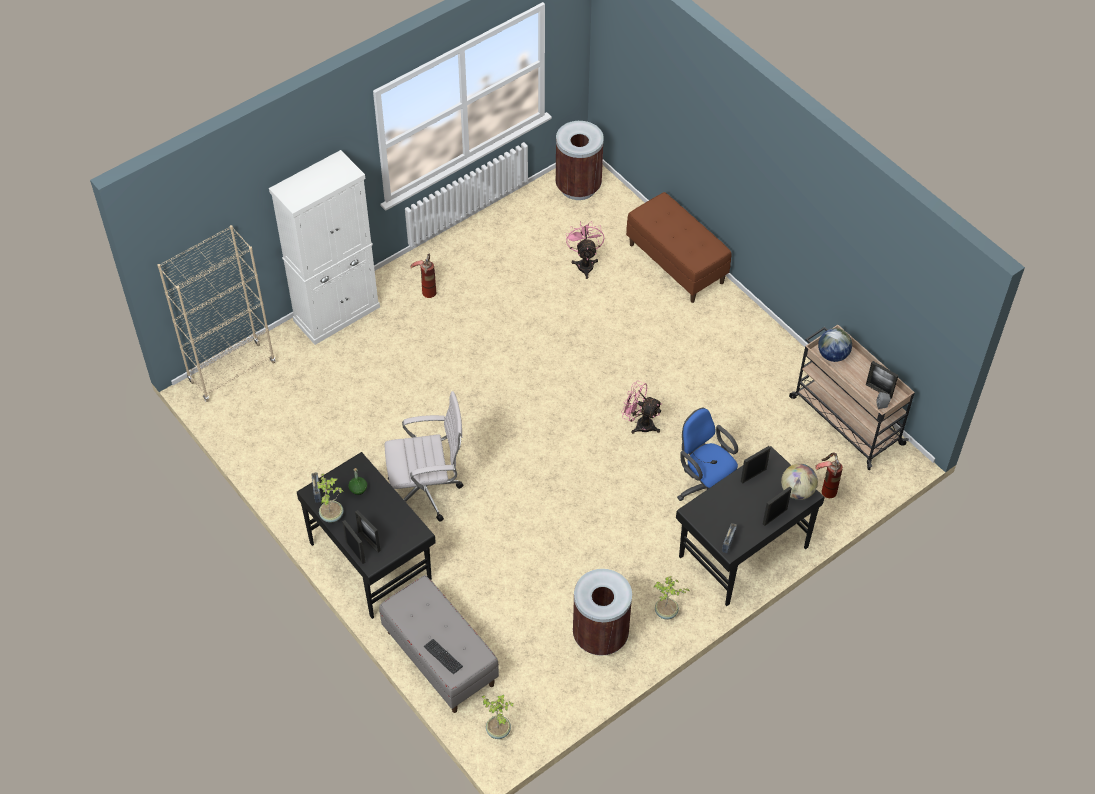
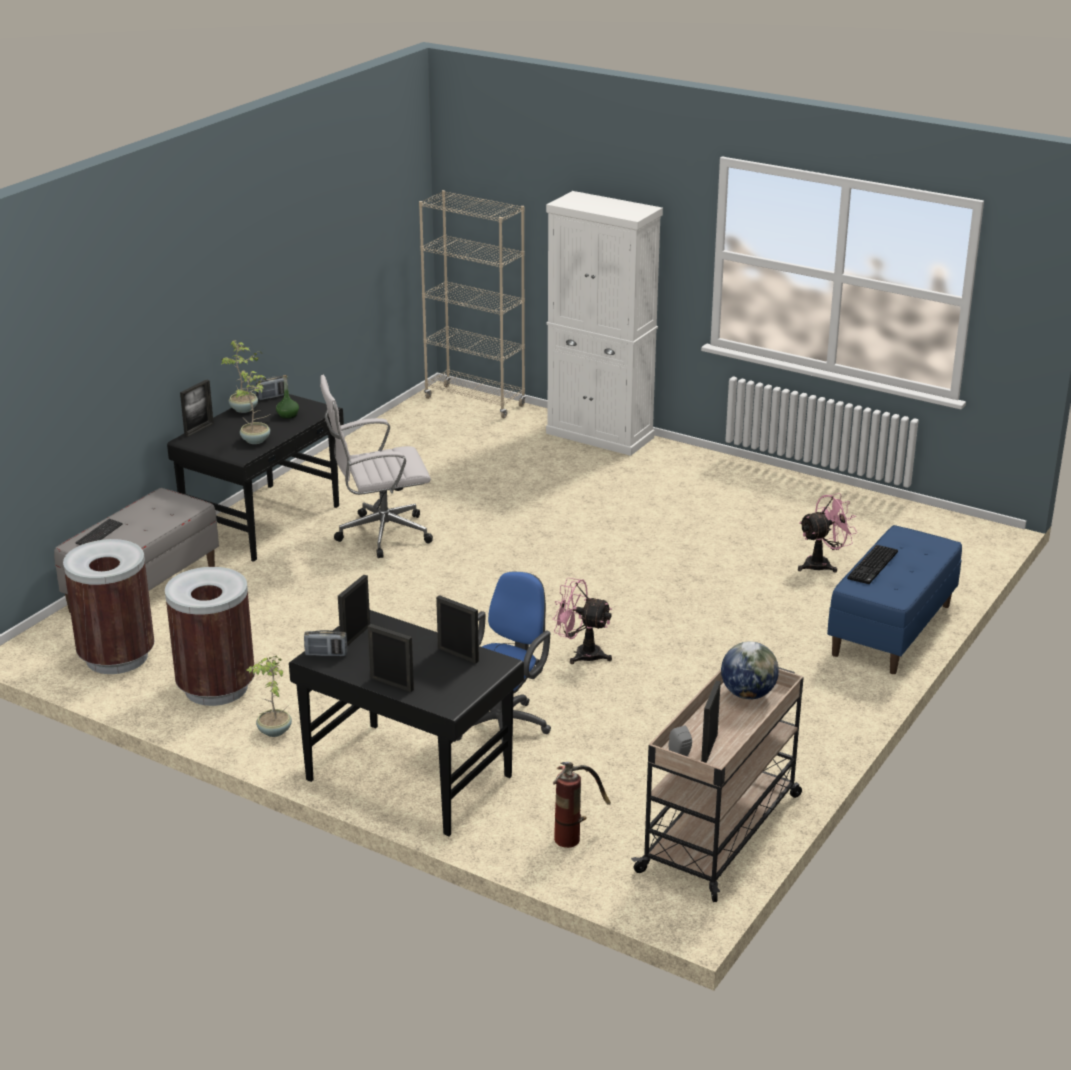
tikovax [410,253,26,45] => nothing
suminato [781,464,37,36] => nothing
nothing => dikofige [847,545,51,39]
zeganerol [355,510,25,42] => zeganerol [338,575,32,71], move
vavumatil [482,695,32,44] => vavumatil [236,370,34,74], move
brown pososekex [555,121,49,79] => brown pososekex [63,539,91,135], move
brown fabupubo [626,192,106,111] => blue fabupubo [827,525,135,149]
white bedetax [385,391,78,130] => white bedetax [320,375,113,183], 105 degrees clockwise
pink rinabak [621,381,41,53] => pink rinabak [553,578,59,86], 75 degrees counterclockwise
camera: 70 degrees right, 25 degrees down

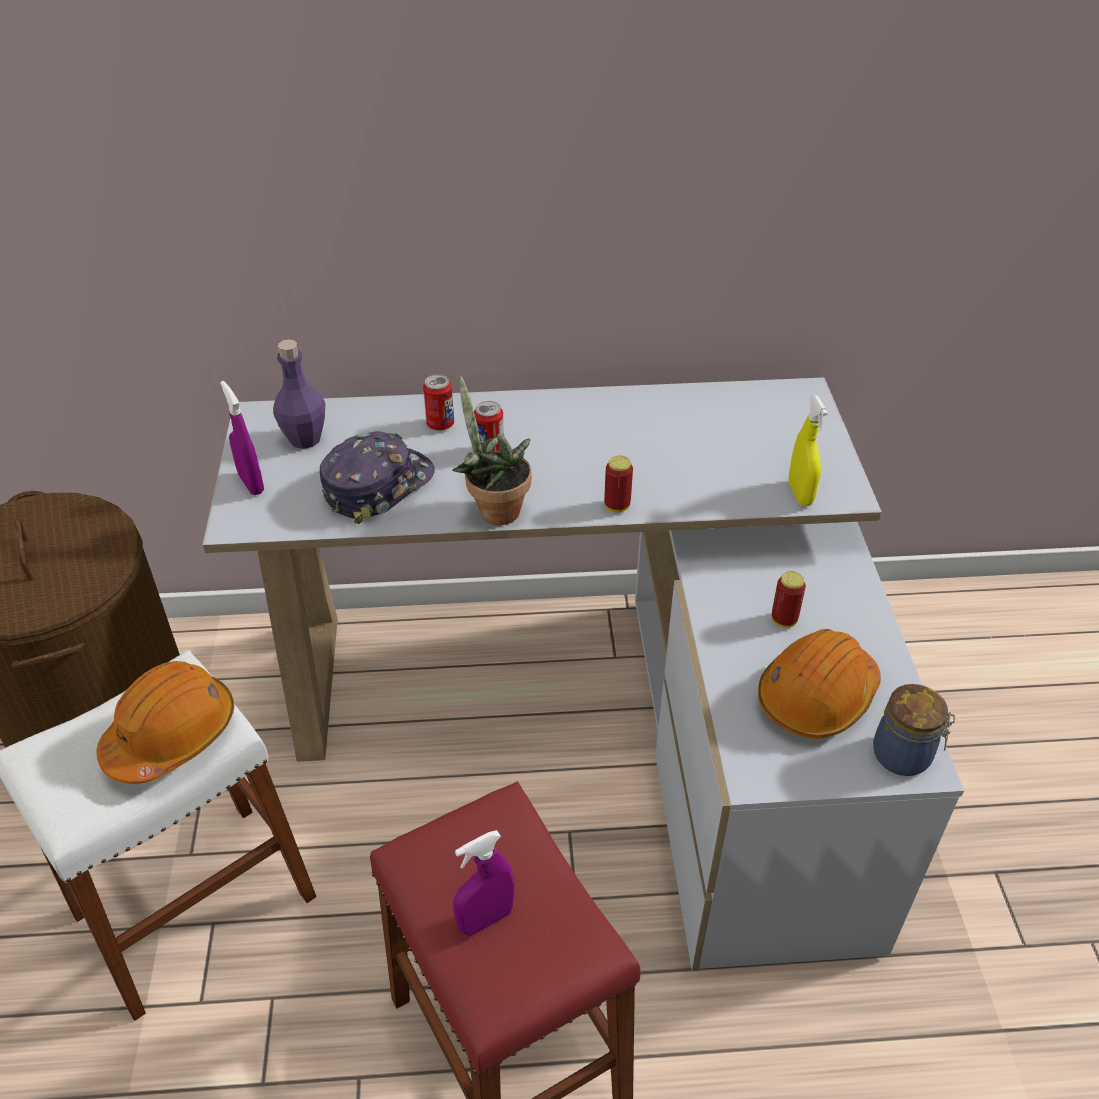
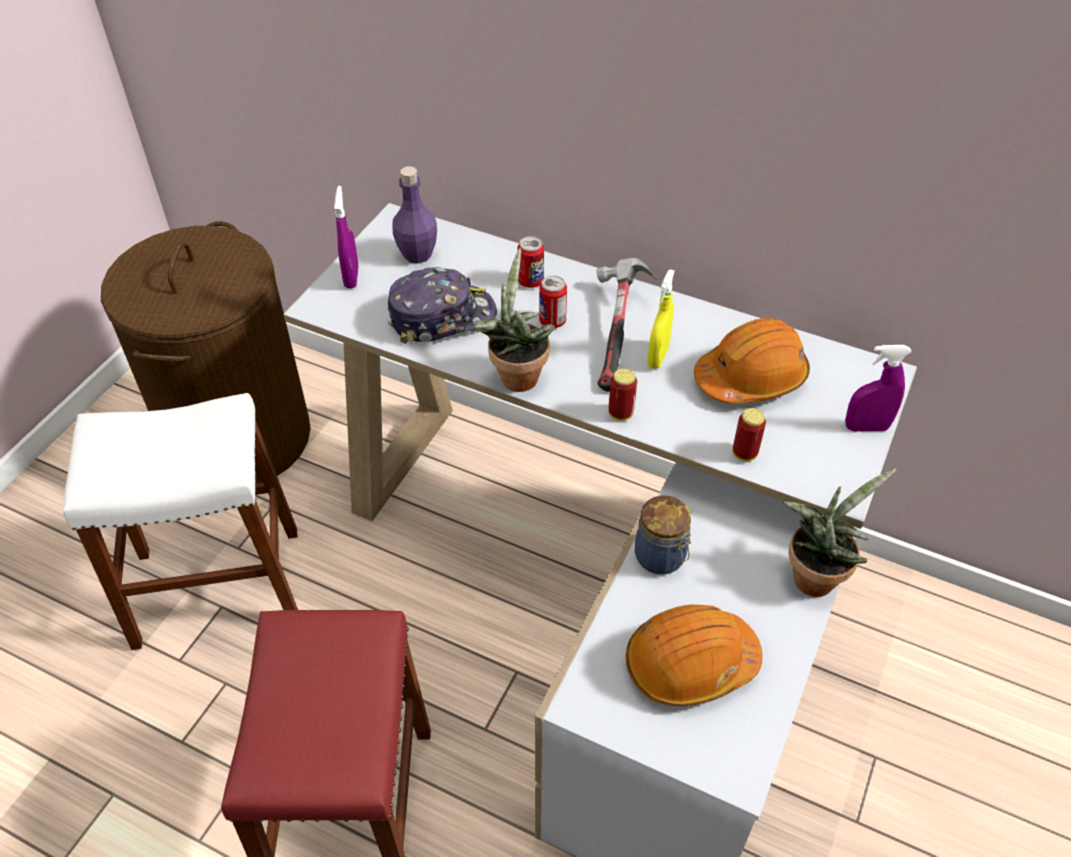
nothing => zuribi [597,258,60,134]
nothing => vavumatil [783,468,113,129]
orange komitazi [96,661,139,123] => orange komitazi [694,318,116,86], move
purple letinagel [453,830,62,106] => purple letinagel [845,345,67,87], move
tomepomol [772,571,34,57] => tomepomol [733,408,33,53], move
yellow letinagel [788,395,40,111] => yellow letinagel [647,269,28,100], move
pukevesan [873,684,82,92] => pukevesan [635,495,56,80], move
camera: 30 degrees right, 5 degrees up

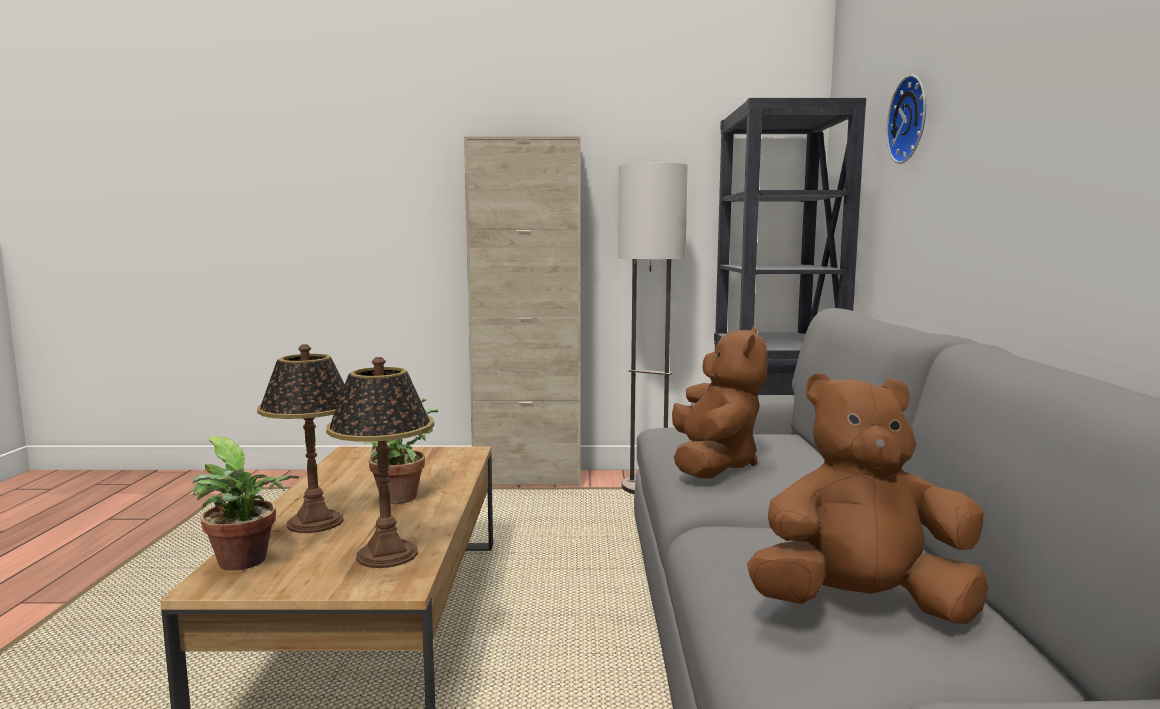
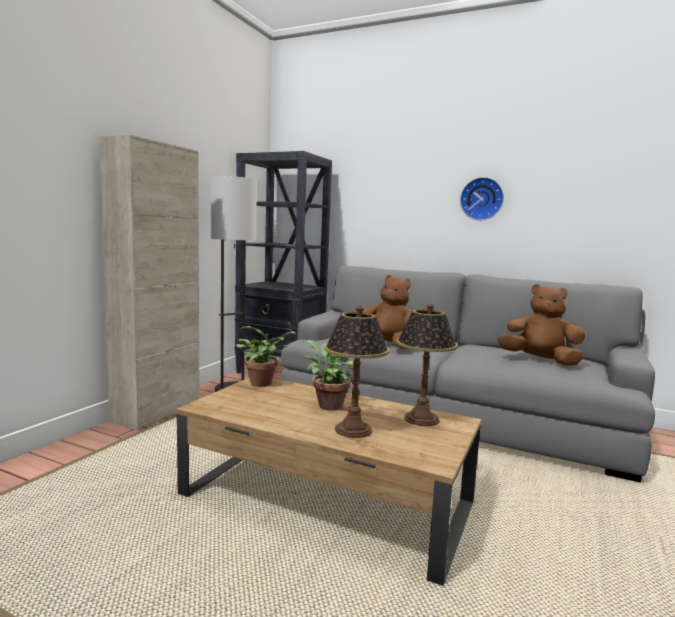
vavumatil [193,436,106,135] => vavumatil [236,326,60,61], move
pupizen [886,75,40,89] => pupizen [460,177,44,44], move
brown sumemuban [747,373,241,251] => brown sumemuban [498,284,87,82], 90 degrees clockwise
camera: 65 degrees left, 0 degrees up

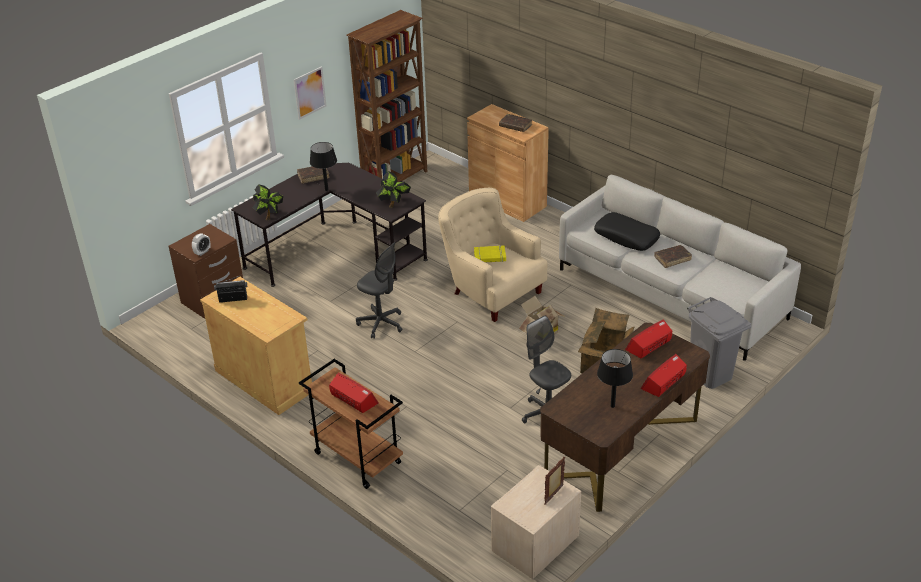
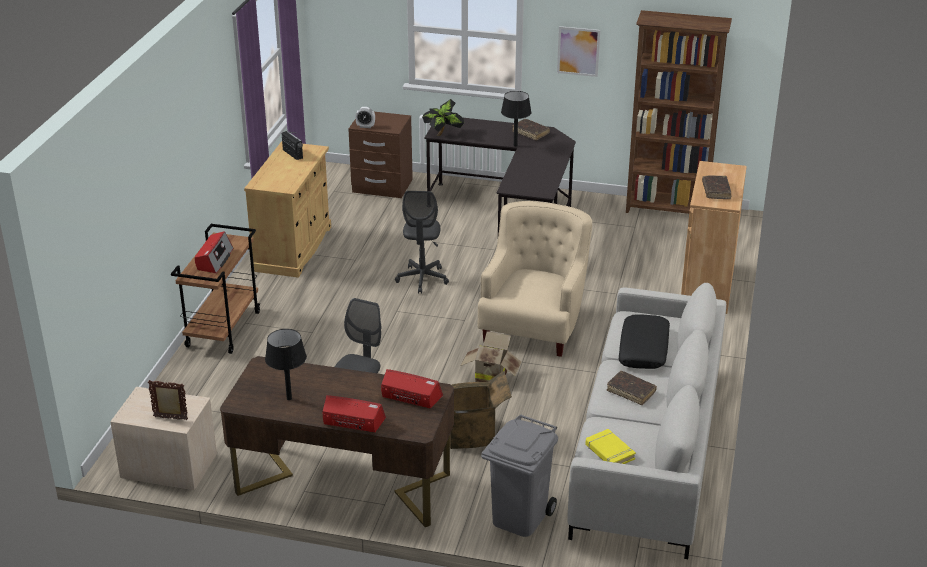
vavumatil [376,171,35,37] => nothing
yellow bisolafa [474,246,32,16] => yellow bisolafa [585,429,51,35], move
camera: 60 degrees right, 5 degrees down

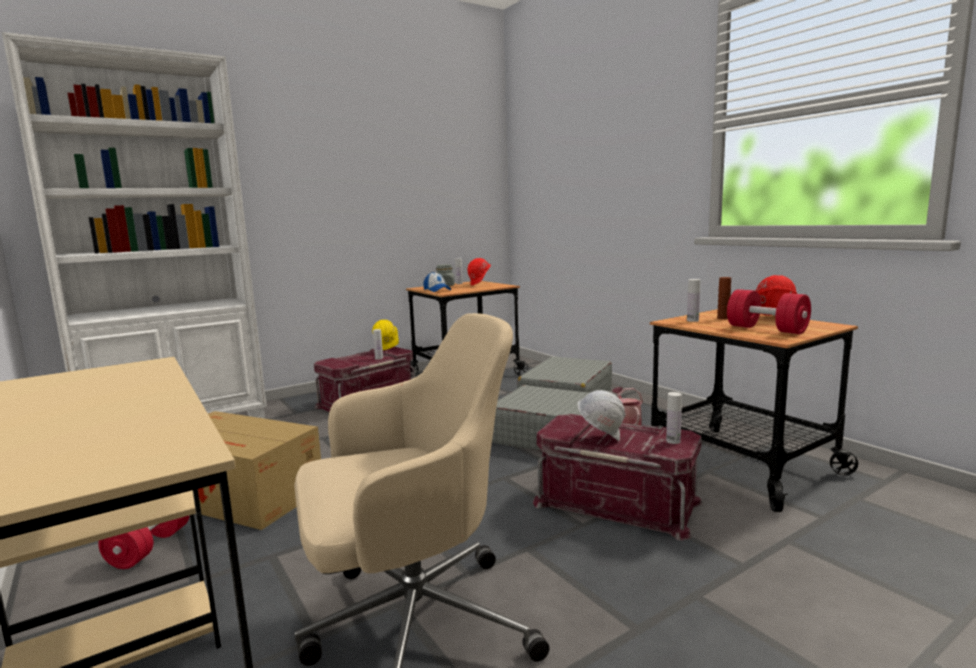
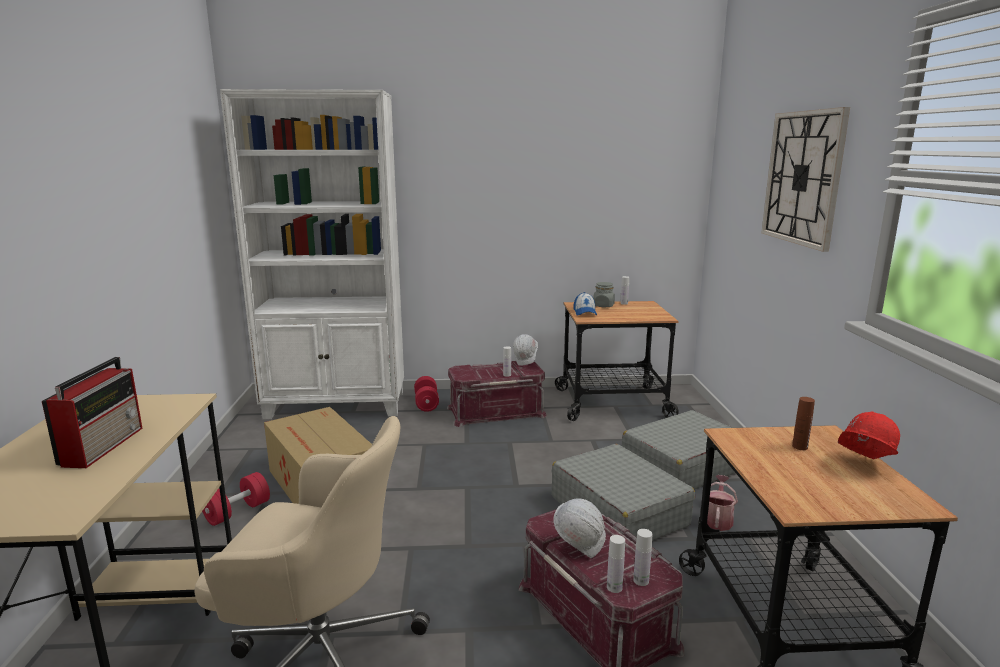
red komitazi [468,258,23,28] => nothing
nothing => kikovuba [42,357,101,111]
nothing => pupizen [761,107,89,145]
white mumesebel [687,279,13,43] => white mumesebel [607,535,18,58], move
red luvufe [727,289,84,45] => red luvufe [414,376,25,36], move
yellow komitazi [372,320,27,30] => white komitazi [513,334,25,32]
camera: 30 degrees right, 5 degrees up

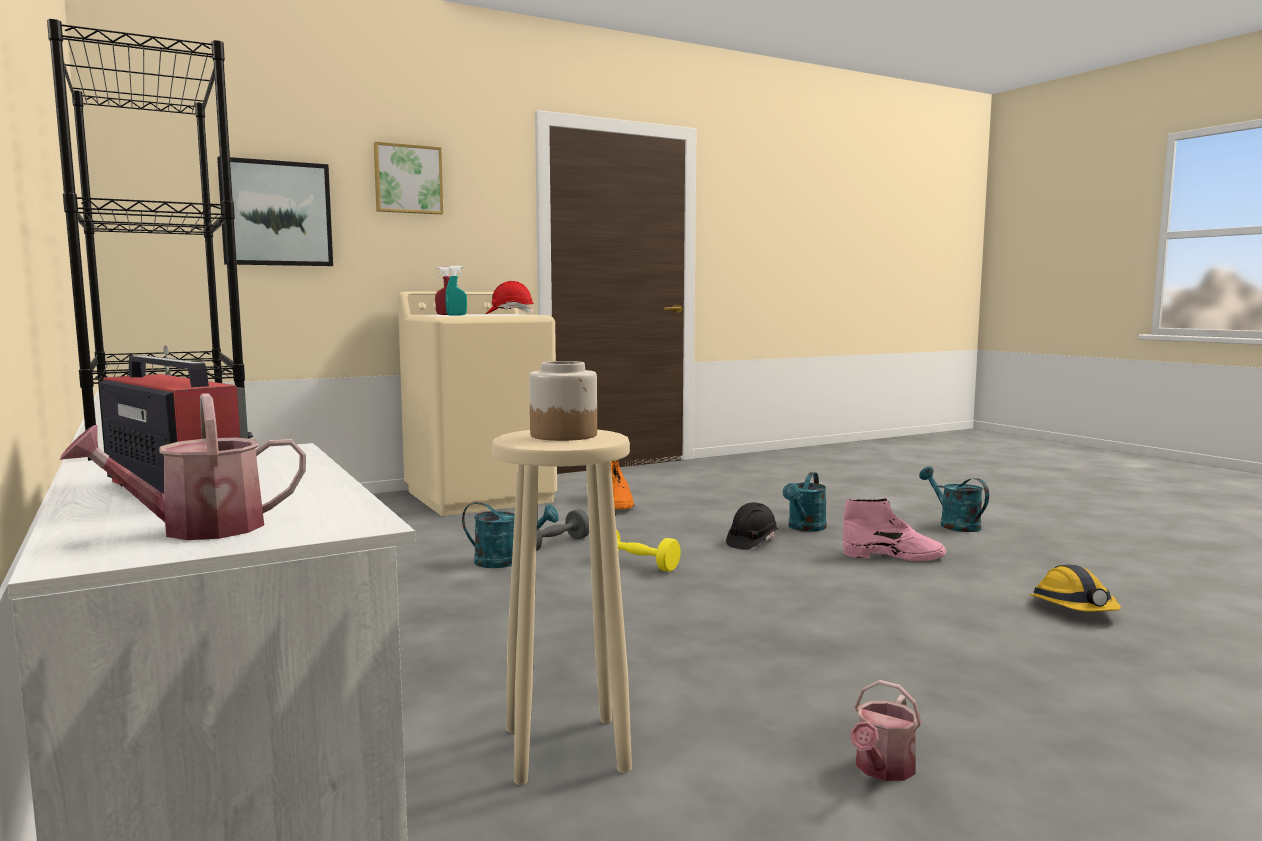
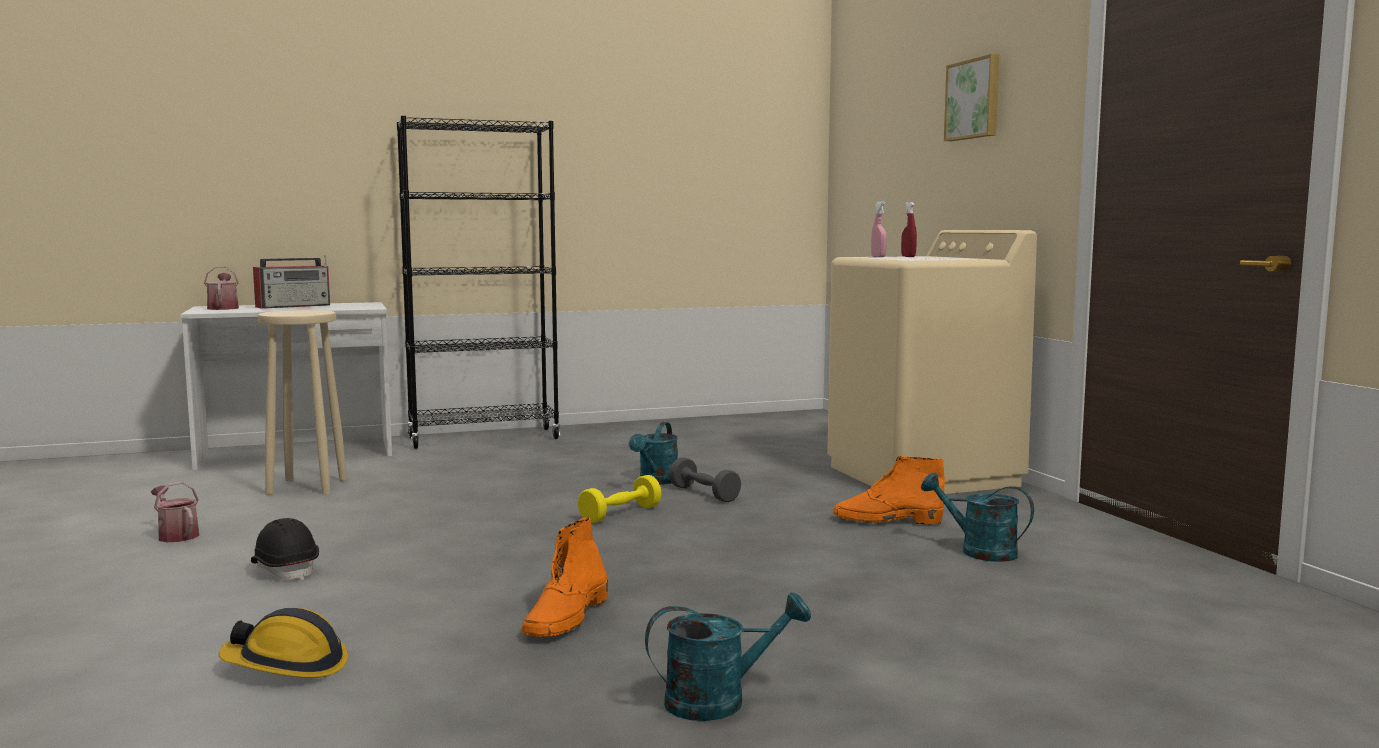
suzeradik [217,156,116,110] => nothing
red komitazi [486,281,48,33] => nothing
pukevesan [529,361,68,80] => nothing
black komitazi [726,502,52,48] => black komitazi [251,518,68,62], move
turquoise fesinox [783,472,44,60] => turquoise fesinox [921,473,113,89], move
turquoise letinagel [445,266,22,50] => pink letinagel [871,201,16,56]
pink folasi [843,498,103,64] => orange folasi [522,517,86,120]
camera: 100 degrees right, 0 degrees up

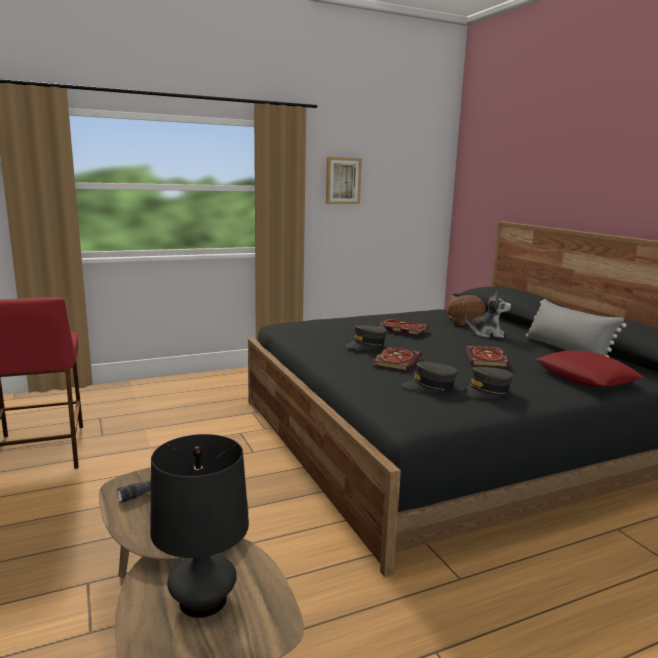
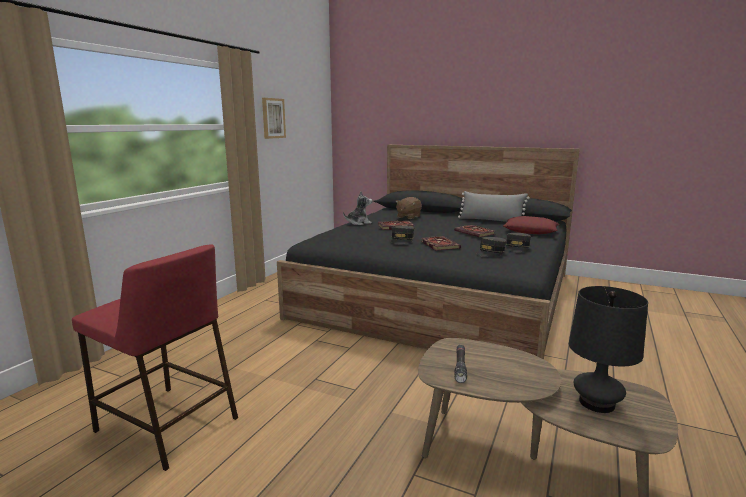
sumemuban [465,291,46,47] => sumemuban [343,191,29,34], move
camera: 40 degrees left, 0 degrees up

